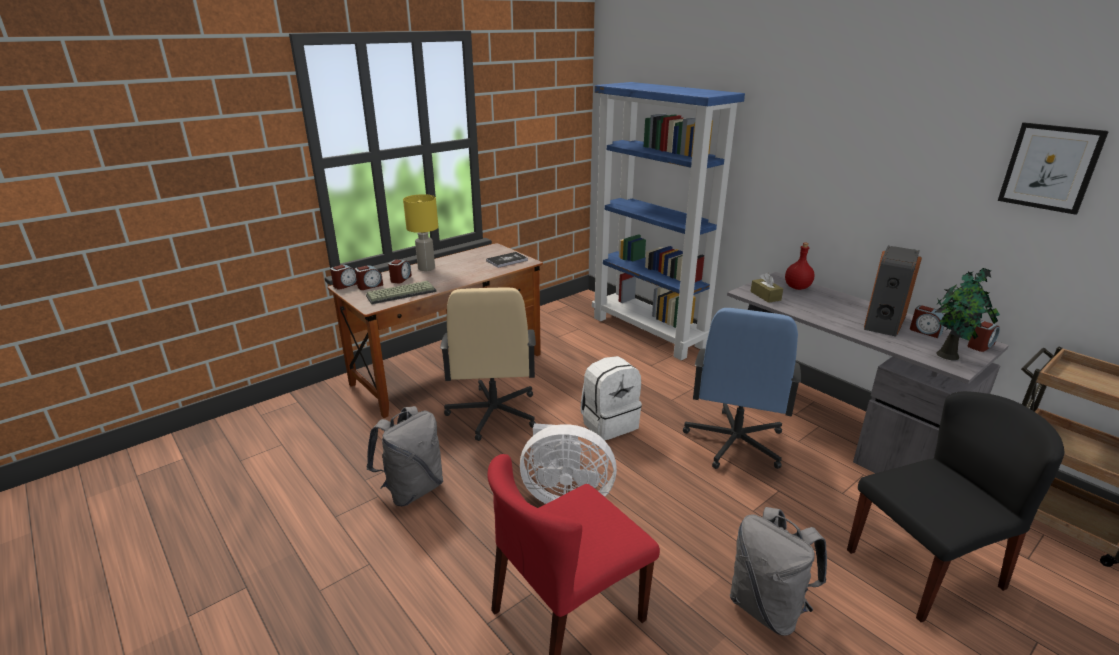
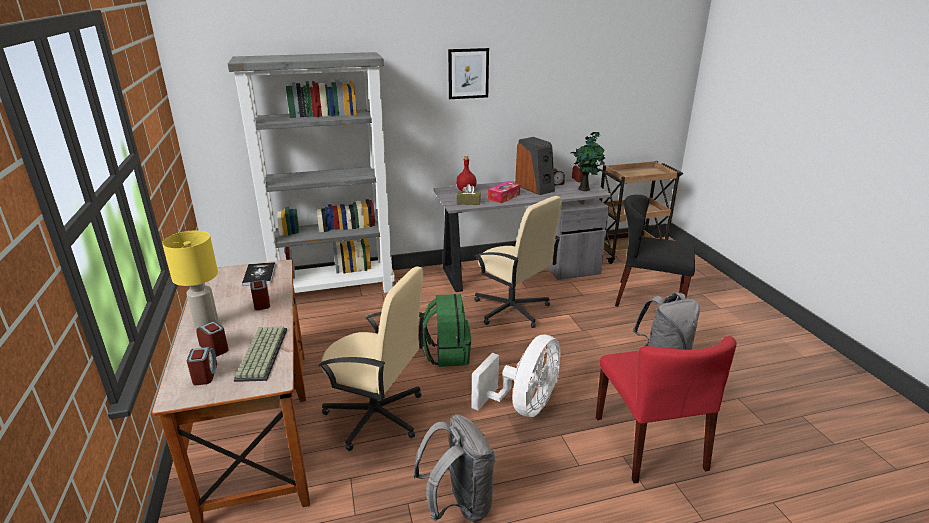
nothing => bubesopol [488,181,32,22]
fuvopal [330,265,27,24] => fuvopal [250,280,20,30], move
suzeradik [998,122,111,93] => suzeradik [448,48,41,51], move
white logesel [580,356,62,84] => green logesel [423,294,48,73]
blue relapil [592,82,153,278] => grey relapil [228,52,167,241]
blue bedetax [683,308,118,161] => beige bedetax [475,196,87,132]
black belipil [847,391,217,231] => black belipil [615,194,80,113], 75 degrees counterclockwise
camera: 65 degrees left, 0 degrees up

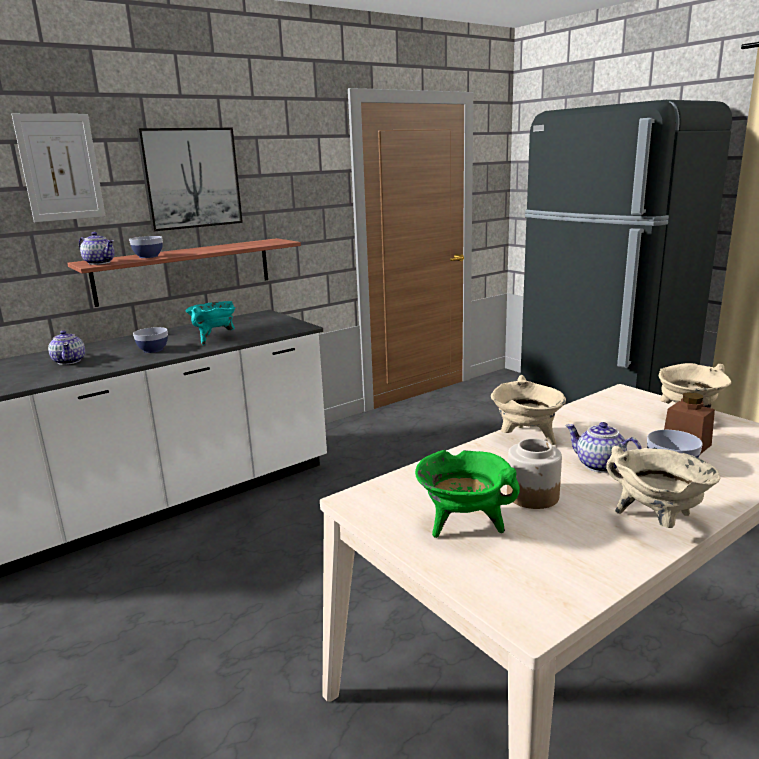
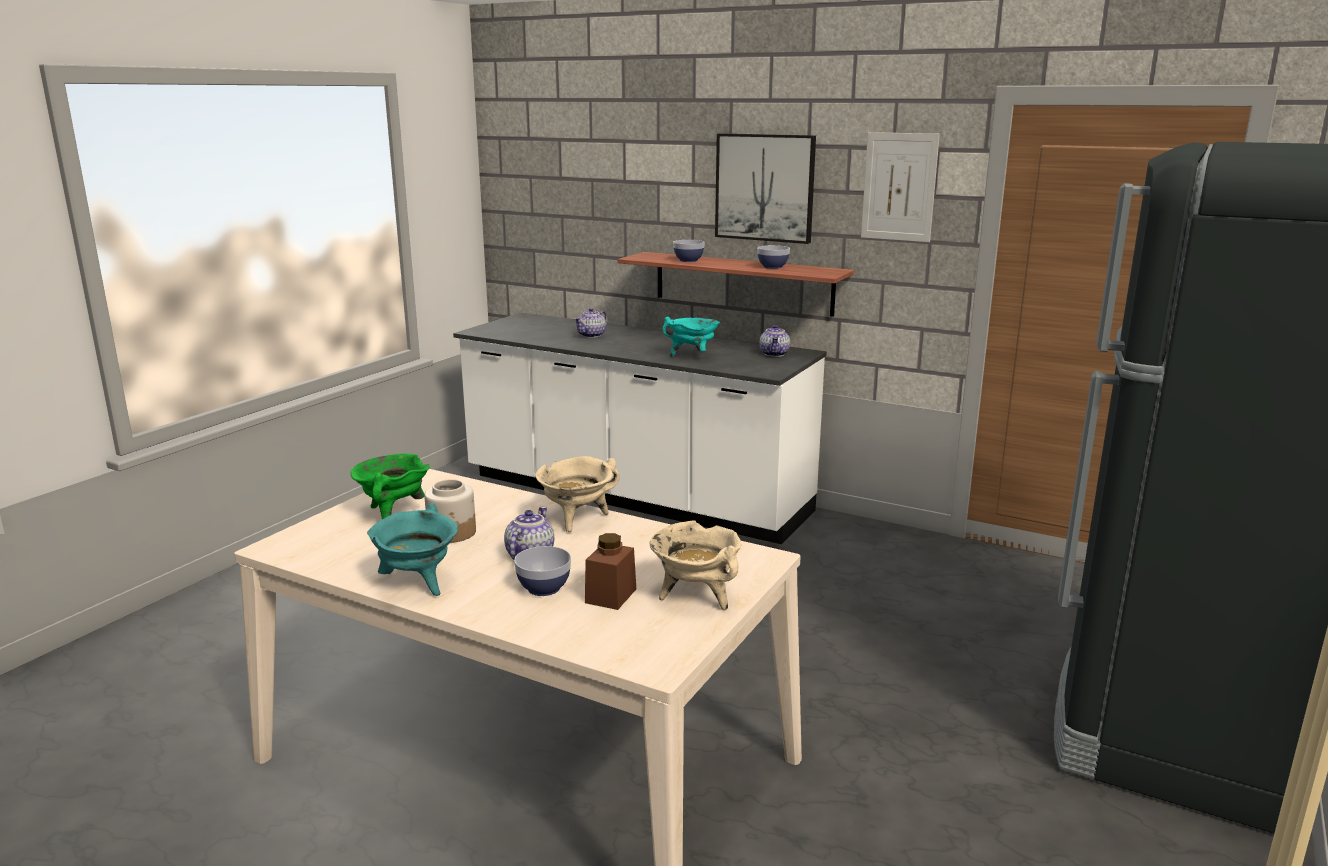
suzeradik [12,114,94,108] => suzeradik [861,132,79,110], move
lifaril [79,232,35,33] => lifaril [759,325,31,32], move
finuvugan [133,327,35,26] => finuvugan [757,245,33,24], move
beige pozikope [606,446,114,82] => turquoise pozikope [367,503,91,93]
camera: 65 degrees right, 0 degrees up

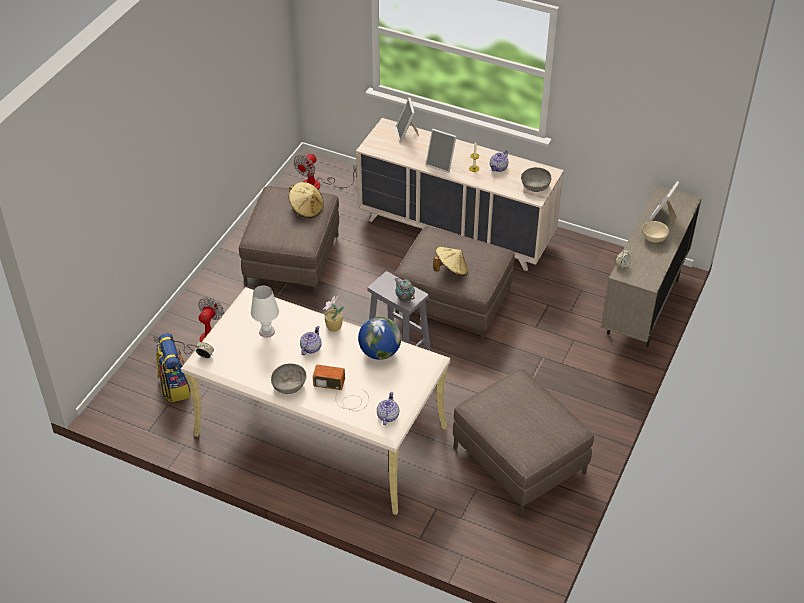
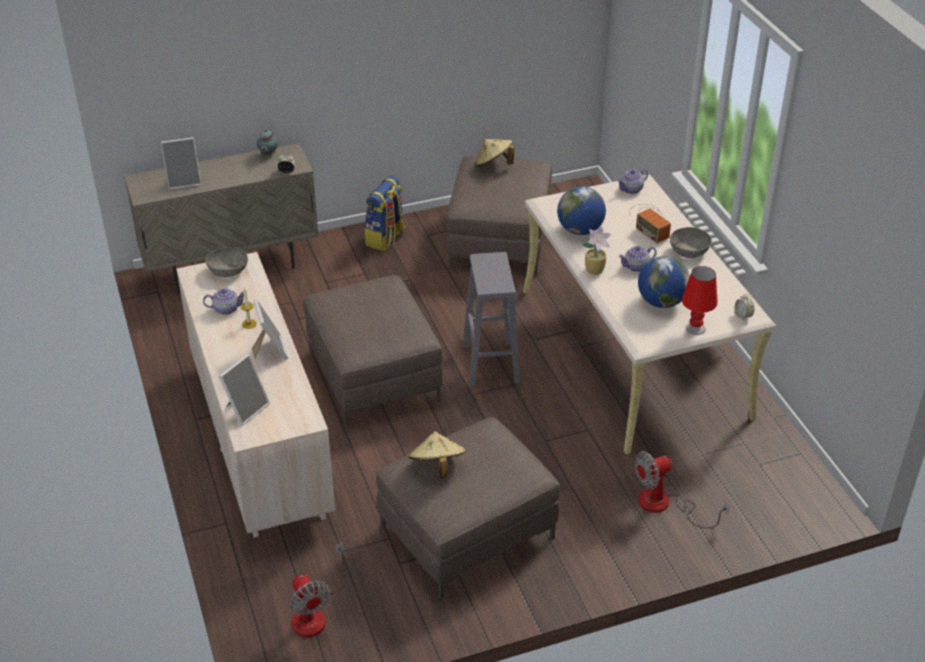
beige finuvugan [642,221,27,22] => nothing
nothing => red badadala [682,266,36,69]
logesel [156,333,35,69] => logesel [364,176,42,75], move
lifaril [395,278,20,24] => lifaril [257,129,21,27], move
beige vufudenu [433,247,35,29] => beige vufudenu [475,139,40,28], move
white badadala [251,285,28,53] => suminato [638,256,52,52]
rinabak [293,153,64,37] => rinabak [290,542,56,95], 75 degrees clockwise
camera: 135 degrees left, 5 degrees down

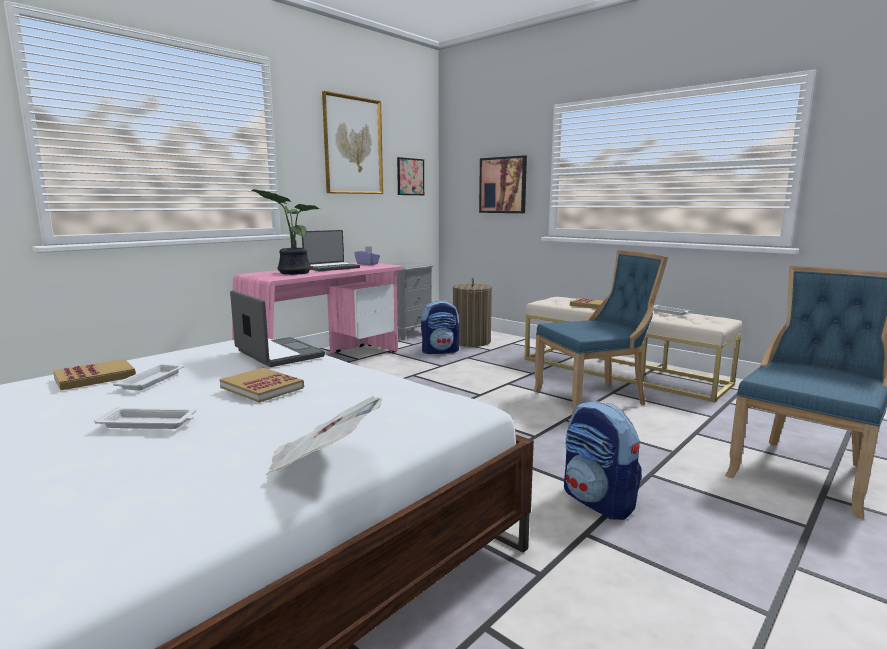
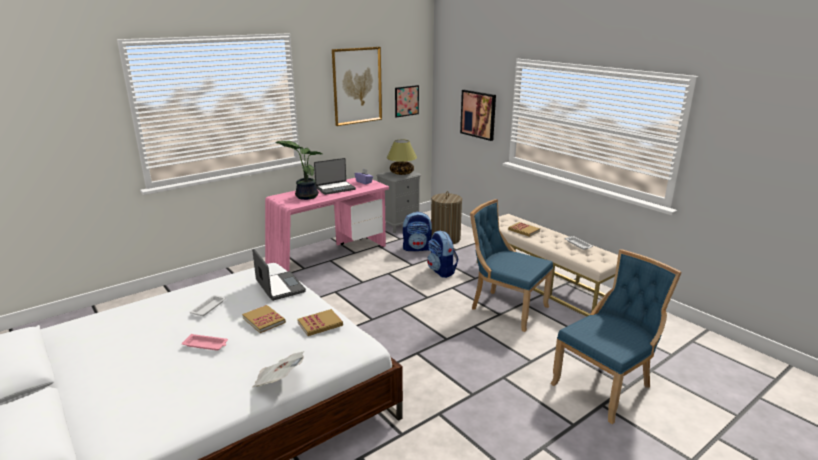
nothing => badadala [387,139,30,36]
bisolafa [53,359,83,31] => bisolafa [297,309,46,27], move
logesel [564,401,78,119] => logesel [427,231,32,47], move
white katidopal [94,407,102,22] => pink katidopal [182,334,46,17]
blue belipil [533,250,135,164] => blue belipil [470,199,83,133], 135 degrees counterclockwise
camera: 10 degrees right, 10 degrees up

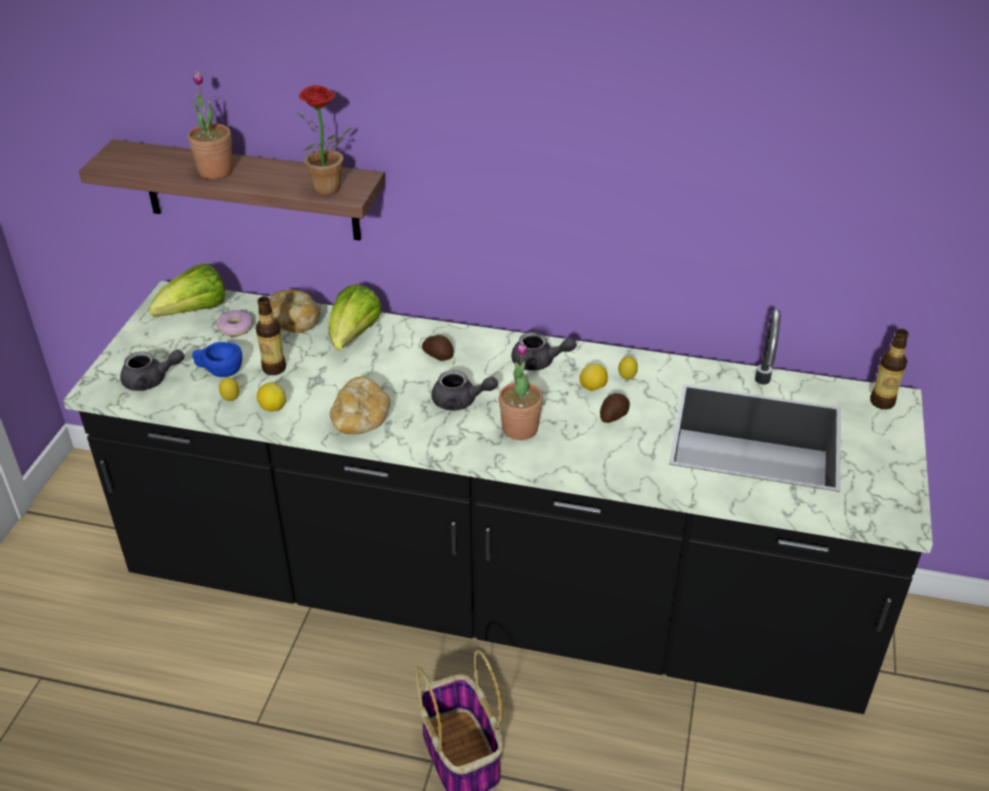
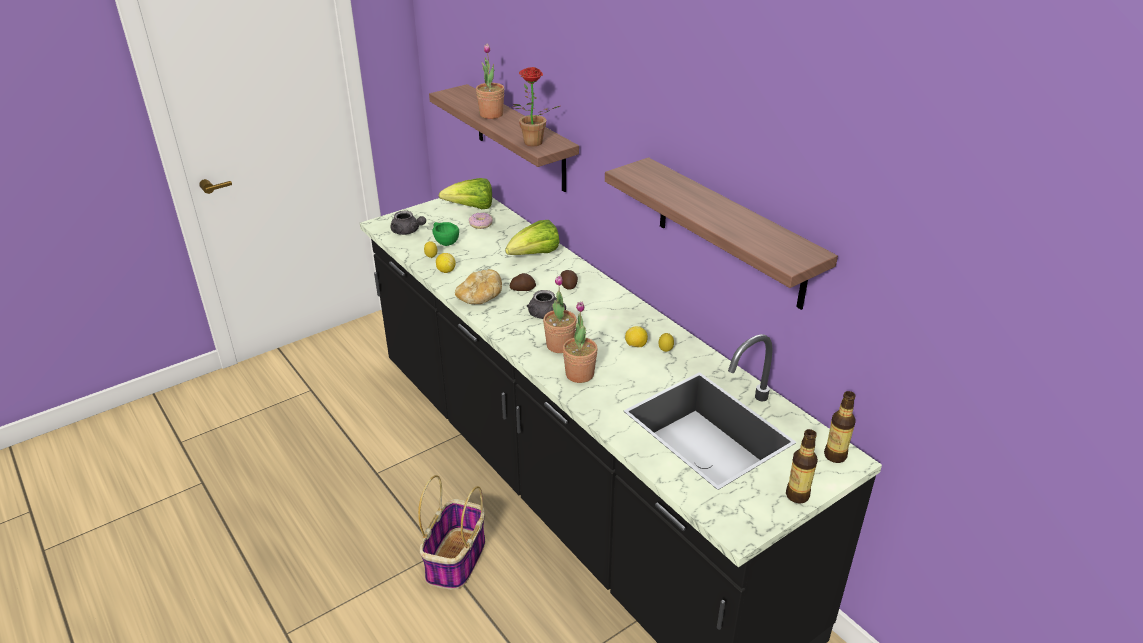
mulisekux [269,290,52,43] => nothing
grey lifaril [511,332,65,39] => nothing
nothing => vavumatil [563,301,35,82]
nothing => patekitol [605,157,233,153]
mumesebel [256,296,30,79] => mumesebel [786,429,32,74], move
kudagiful [600,393,30,30] => kudagiful [510,273,26,18], move
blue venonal [192,342,50,35] => green venonal [432,222,27,24]
camera: 40 degrees right, 5 degrees down

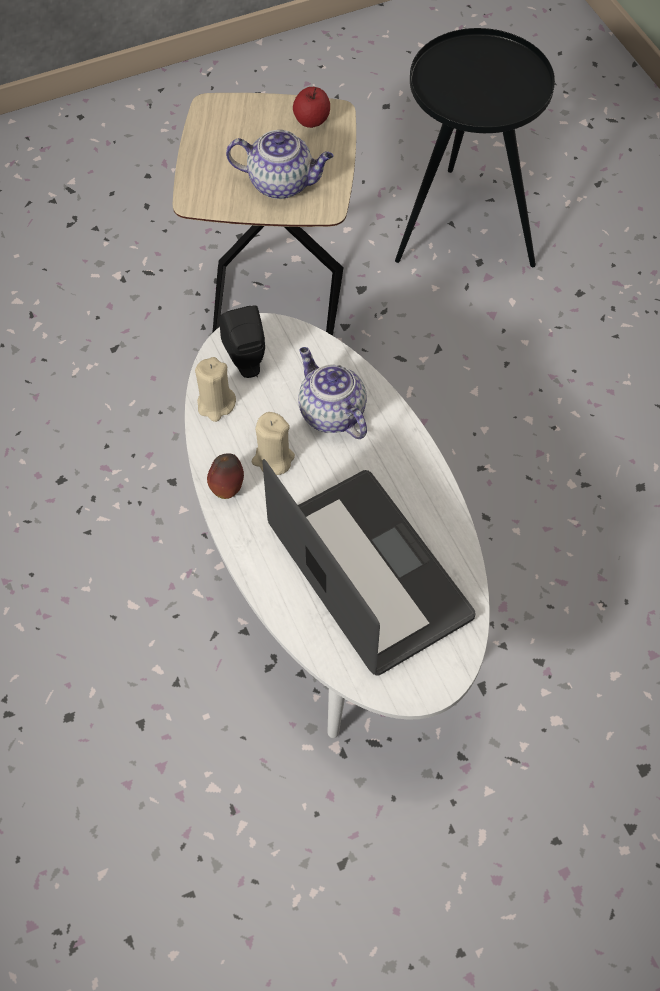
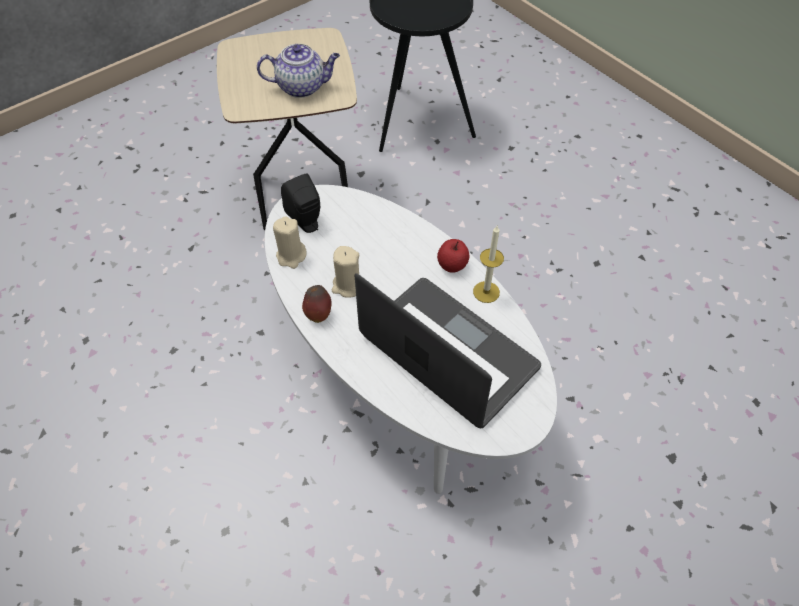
lifaril [298,347,69,92] => nothing
nothing => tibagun [473,226,31,77]
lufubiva [293,87,37,41] => lufubiva [437,239,32,34], move
camera: 15 degrees left, 5 degrees down

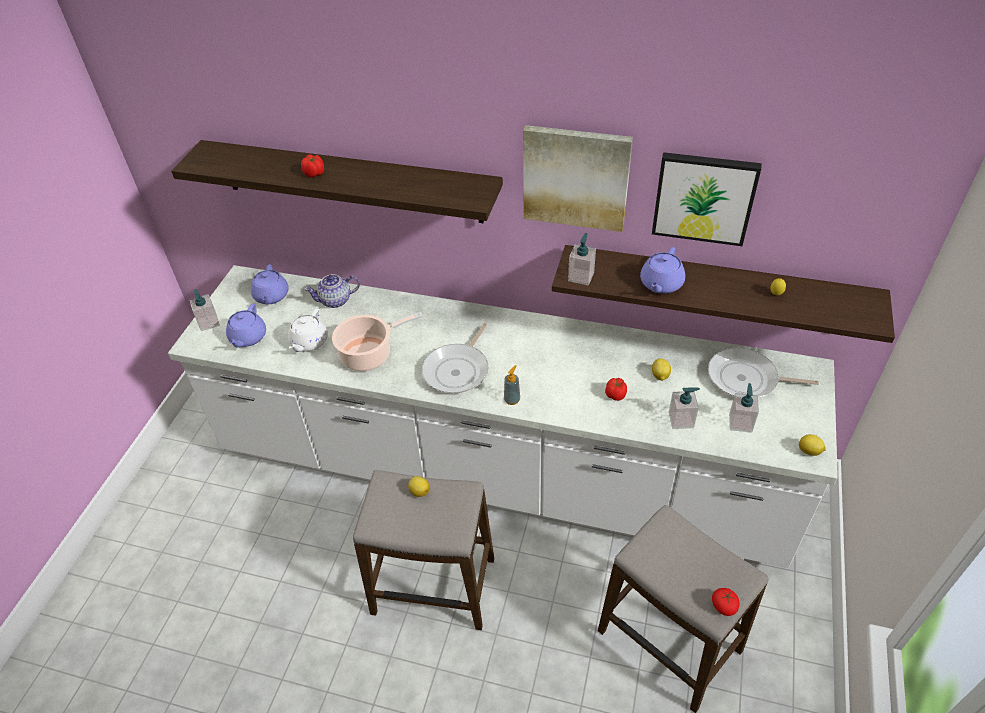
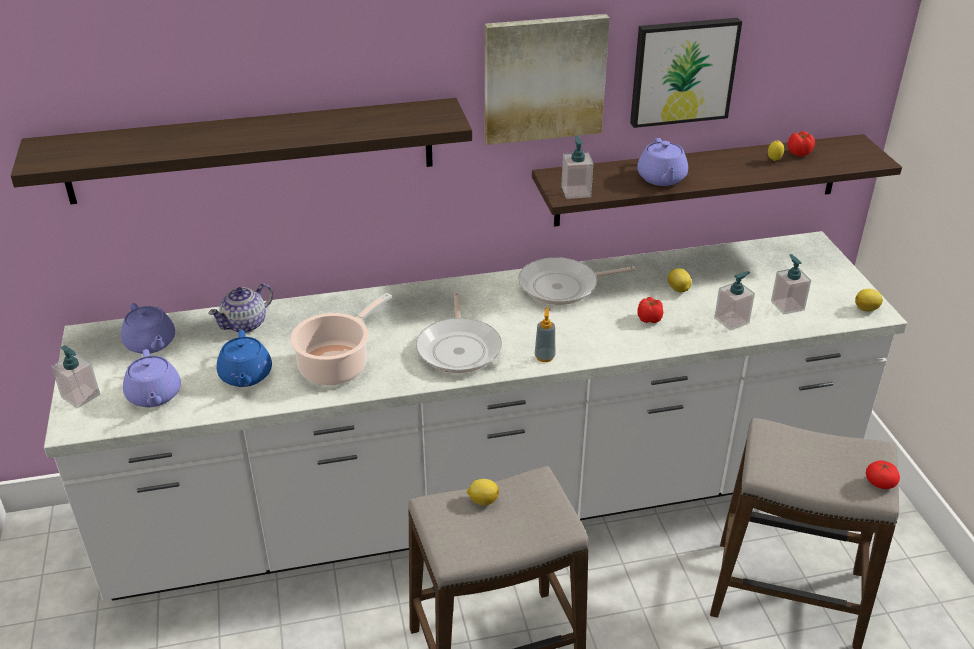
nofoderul [301,155,23,22] => nofoderul [788,131,27,26], move
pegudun [708,348,111,50] => pegudun [518,257,118,48], move
white lifaril [288,308,40,44] => blue lifaril [216,330,56,57]
camera: 30 degrees left, 10 degrees down

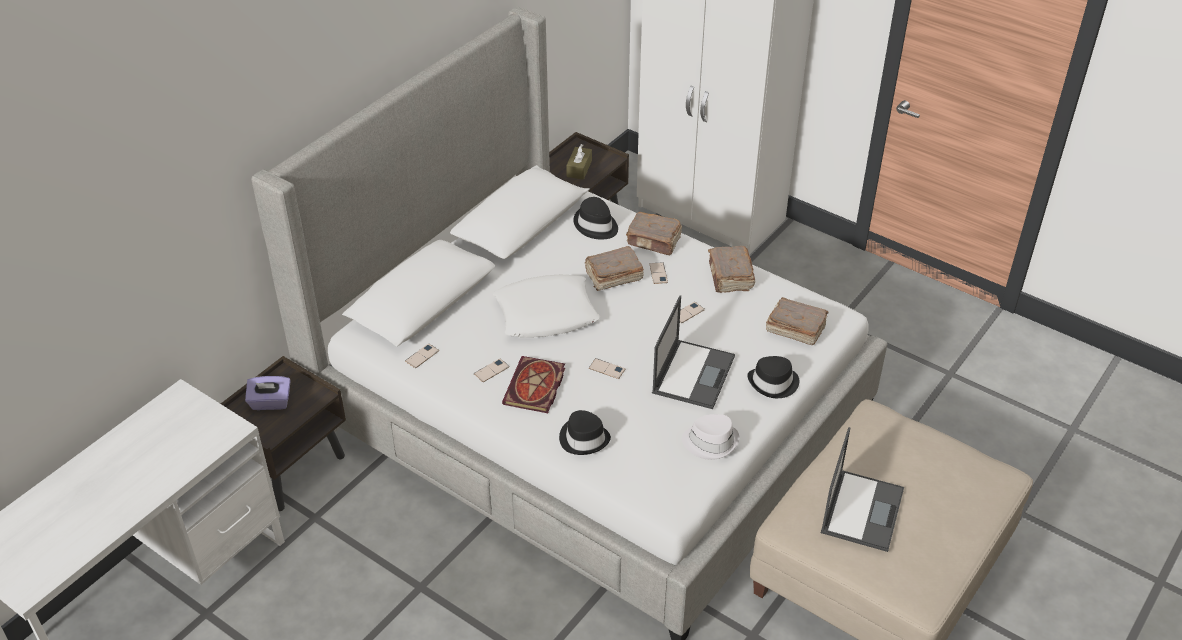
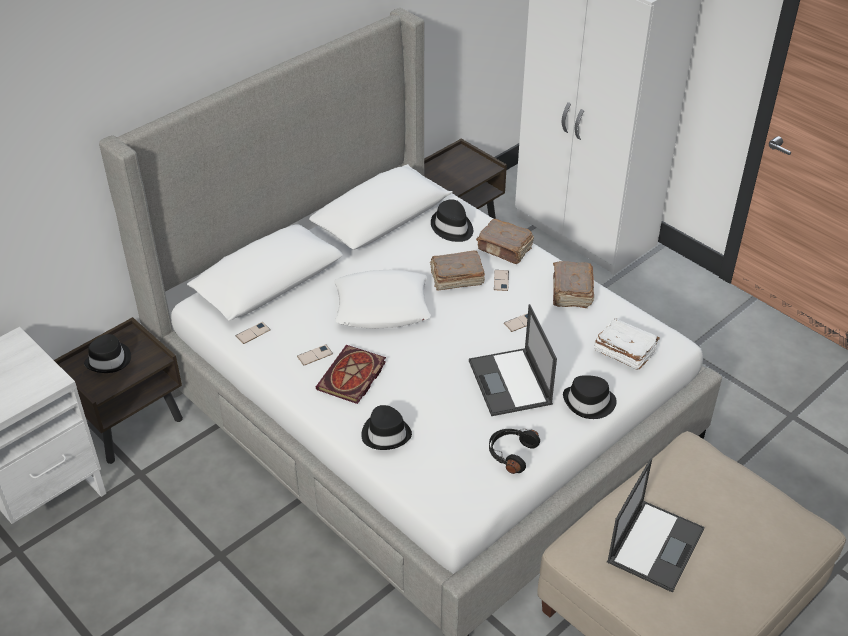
brown bubesopol [566,144,26,36] => nothing
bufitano [589,358,36,21] => nothing
purple bubesopol [245,376,46,34] => black vufudenu [84,334,47,39]
white vufudenu [682,414,57,46] => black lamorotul [489,428,51,46]
brown bisolafa [766,297,63,48] => white bisolafa [594,318,66,52]
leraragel [652,295,83,114] => leraragel [469,304,88,112], 135 degrees clockwise
camera: 10 degrees right, 0 degrees up

